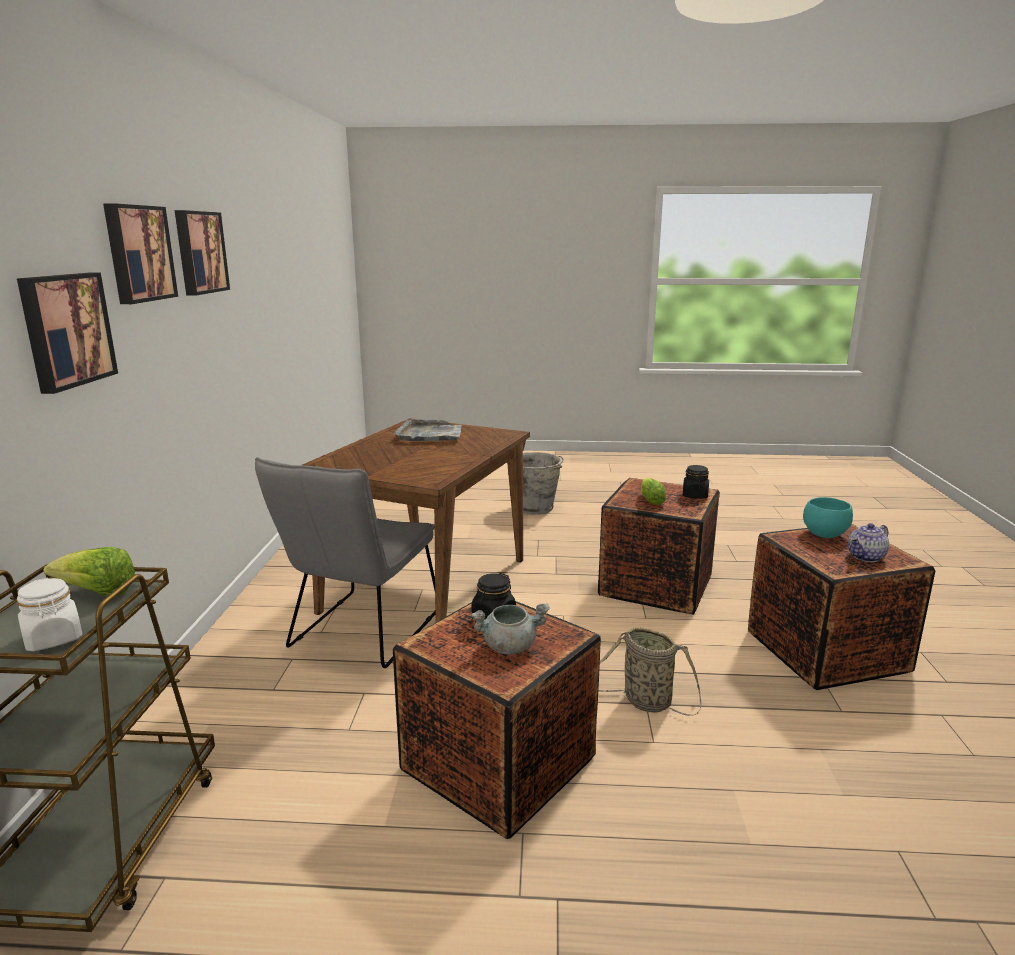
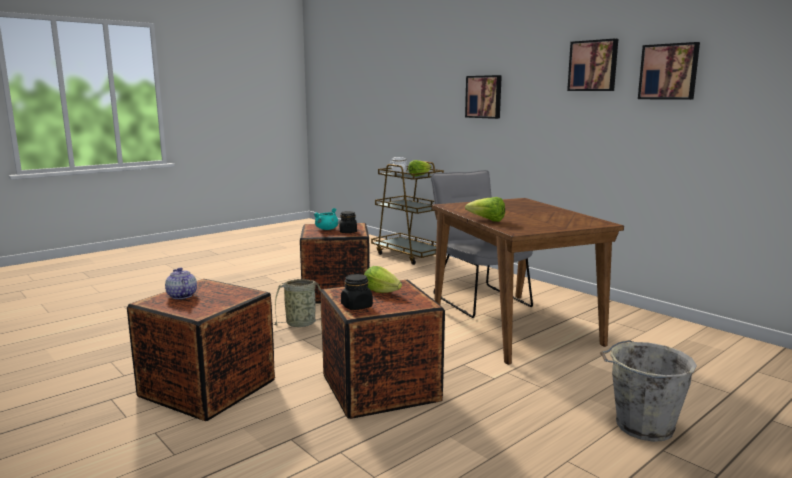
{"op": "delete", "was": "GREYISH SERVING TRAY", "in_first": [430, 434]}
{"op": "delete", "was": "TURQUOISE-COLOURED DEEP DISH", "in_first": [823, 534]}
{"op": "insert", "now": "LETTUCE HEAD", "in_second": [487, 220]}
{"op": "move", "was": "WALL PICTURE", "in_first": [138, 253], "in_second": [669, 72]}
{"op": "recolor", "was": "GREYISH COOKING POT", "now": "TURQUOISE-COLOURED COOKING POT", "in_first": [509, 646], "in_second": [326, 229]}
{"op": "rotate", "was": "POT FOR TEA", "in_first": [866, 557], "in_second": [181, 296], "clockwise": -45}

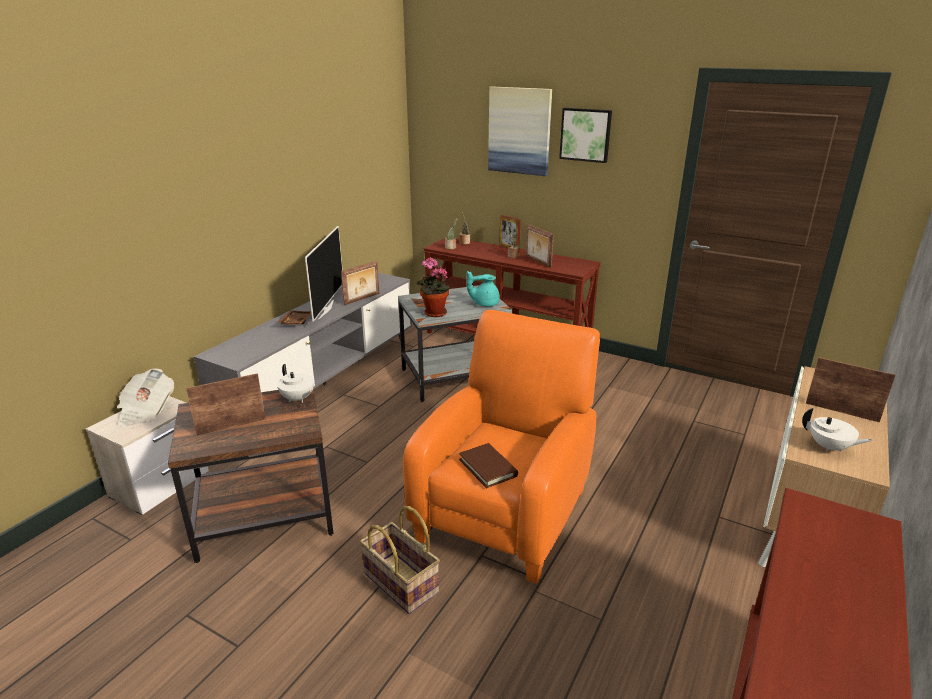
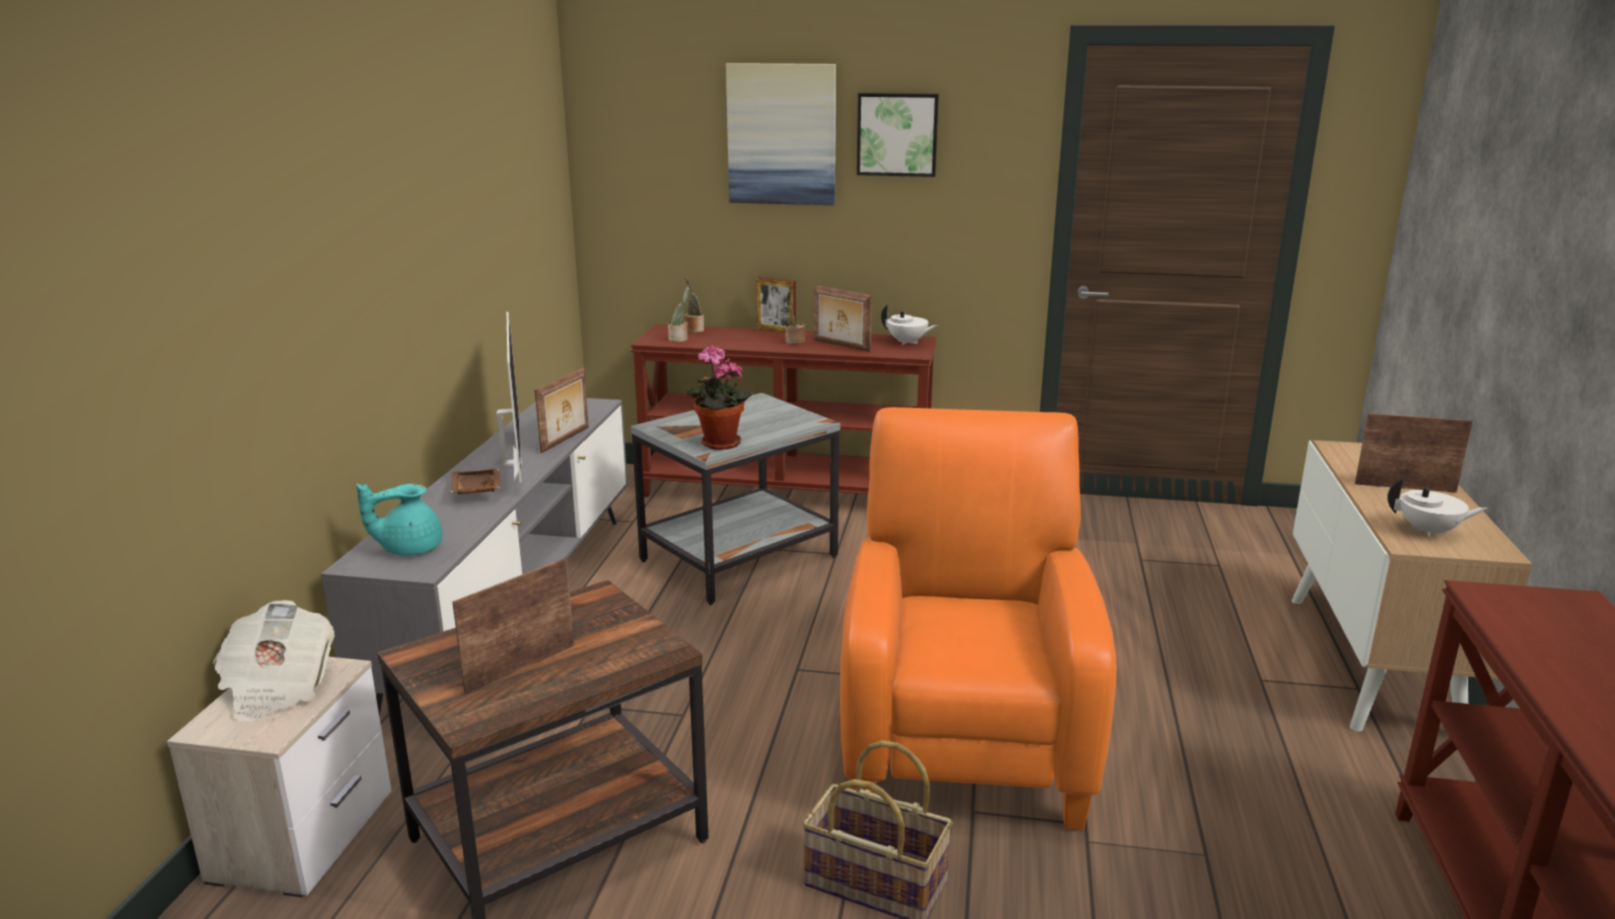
{"op": "delete", "was": "BROWN VOLUME", "in_first": [488, 468]}
{"op": "move", "was": "WHITE-COLOURED POT FOR TEA", "in_first": [297, 399], "in_second": [907, 342]}
{"op": "move", "was": "TURQUOISE-COLOURED POT FOR TEA", "in_first": [484, 303], "in_second": [409, 548]}

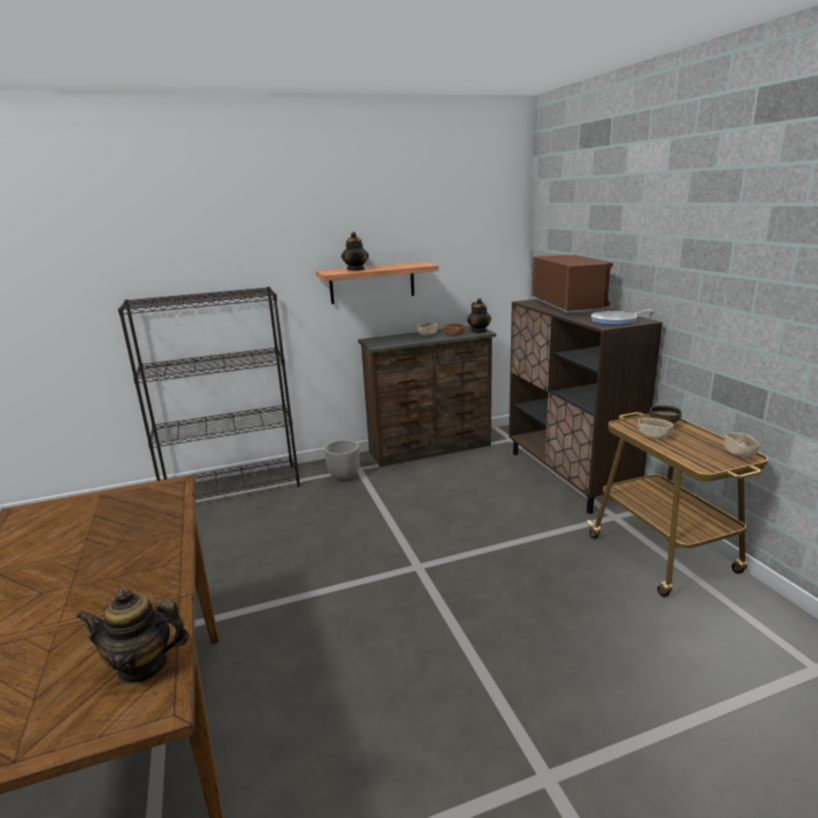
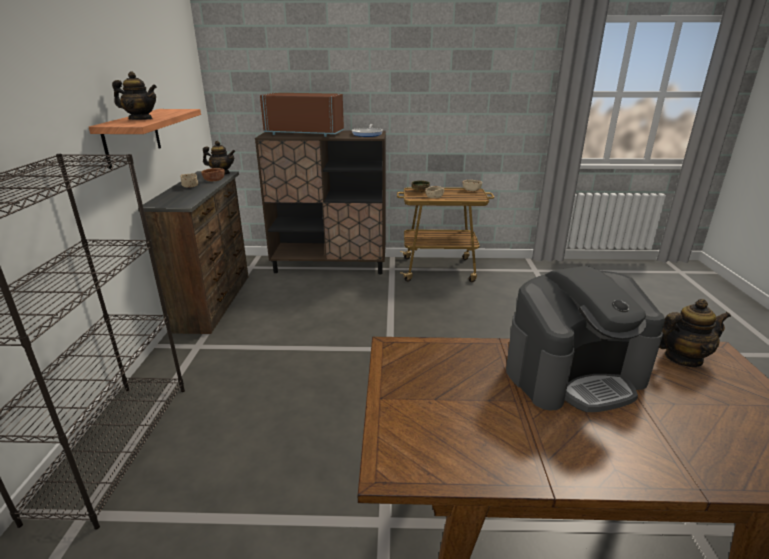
{"op": "delete", "was": "FLOWER POT", "in_first": [344, 476]}
{"op": "insert", "now": "COFFEE MACHINE", "in_second": [574, 374]}
{"op": "rotate", "was": "POT FOR TEA", "in_first": [143, 666], "in_second": [682, 358], "clockwise": -120}

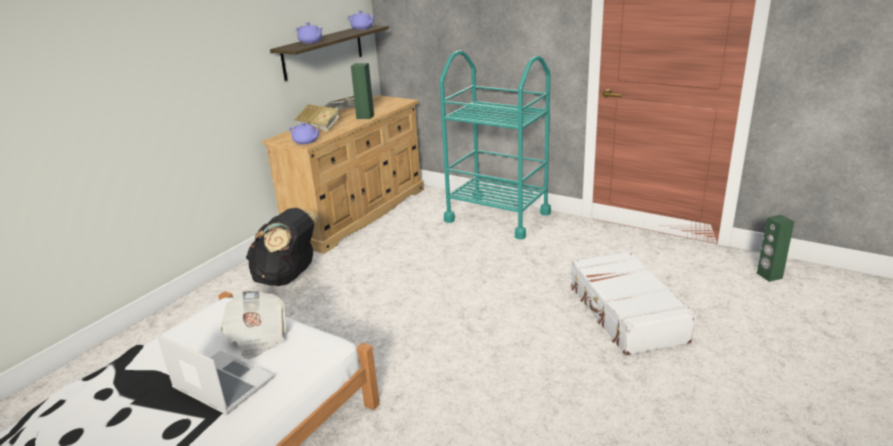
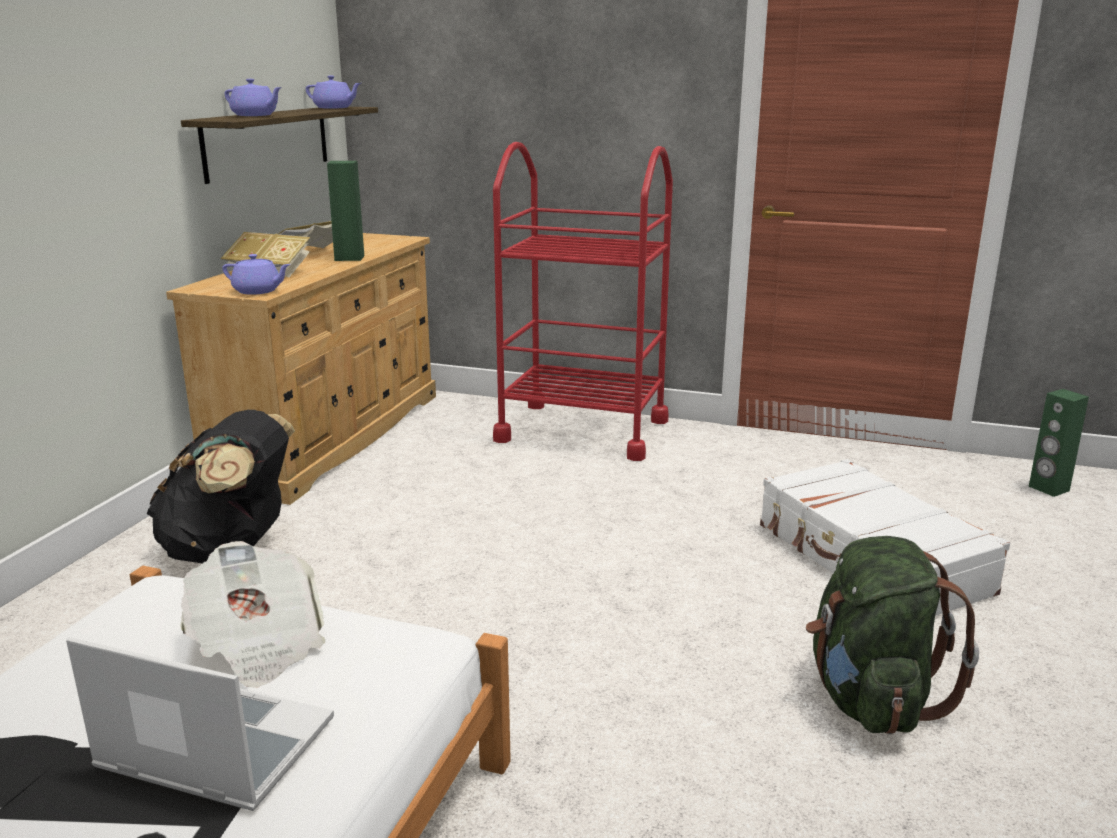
{"op": "insert", "now": "GREEN-COLOURED KNAPSACK", "in_second": [871, 699]}
{"op": "recolor", "was": "TURQUOISE-COLOURED WHEELED CART", "now": "REDDISH WHEELED CART", "in_first": [497, 217], "in_second": [582, 430]}

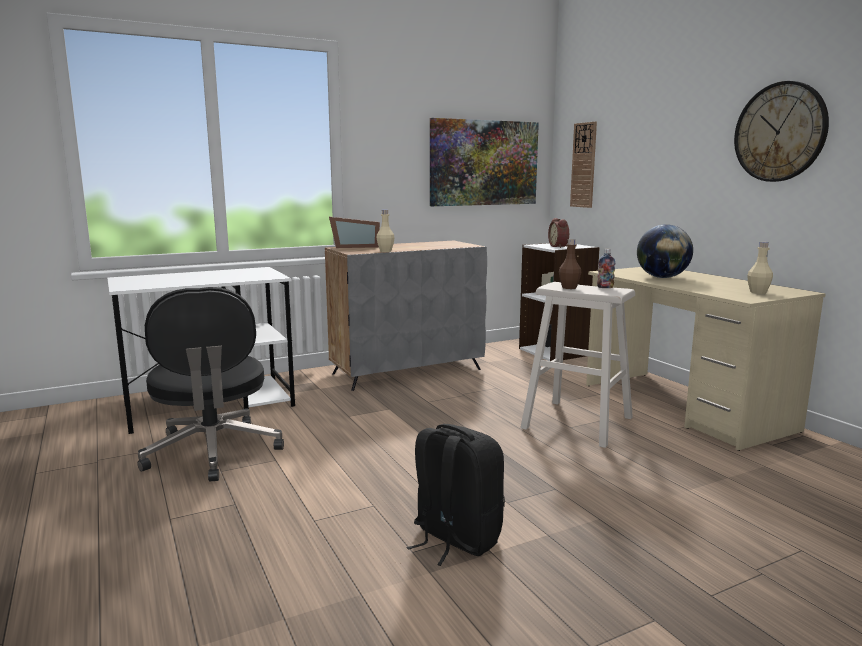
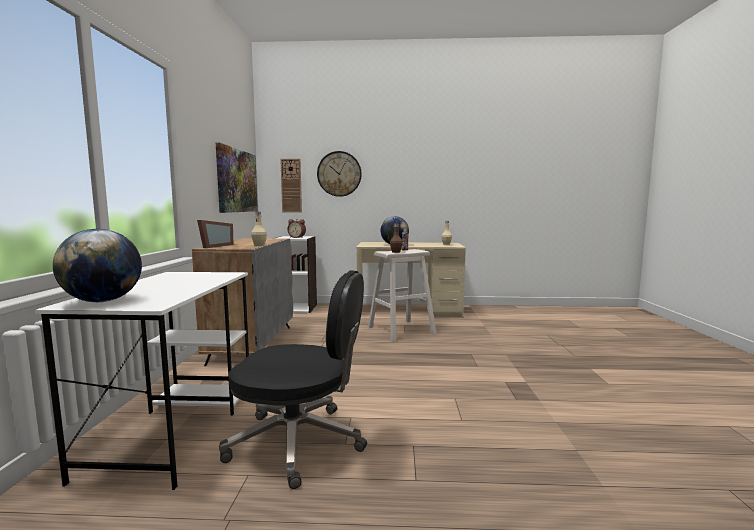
{"op": "delete", "was": "BLACK KNAPSACK", "in_first": [455, 539]}
{"op": "insert", "now": "DESK GLOBE", "in_second": [103, 301]}
{"op": "move", "was": "WALL CLOCK", "in_first": [780, 132], "in_second": [339, 174]}

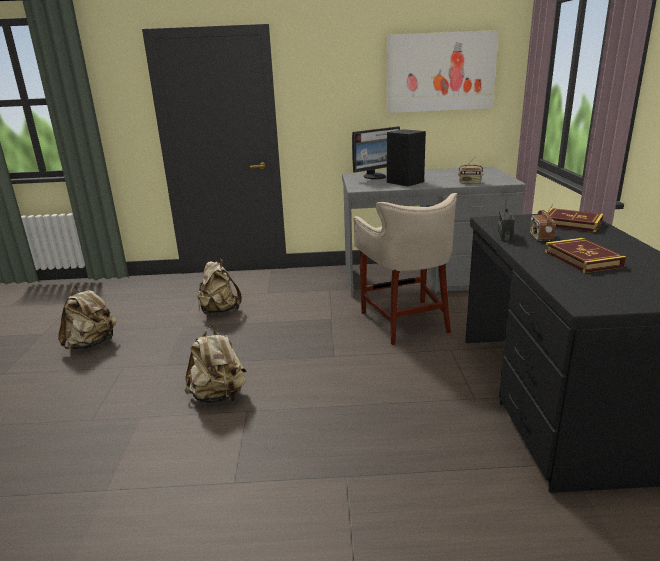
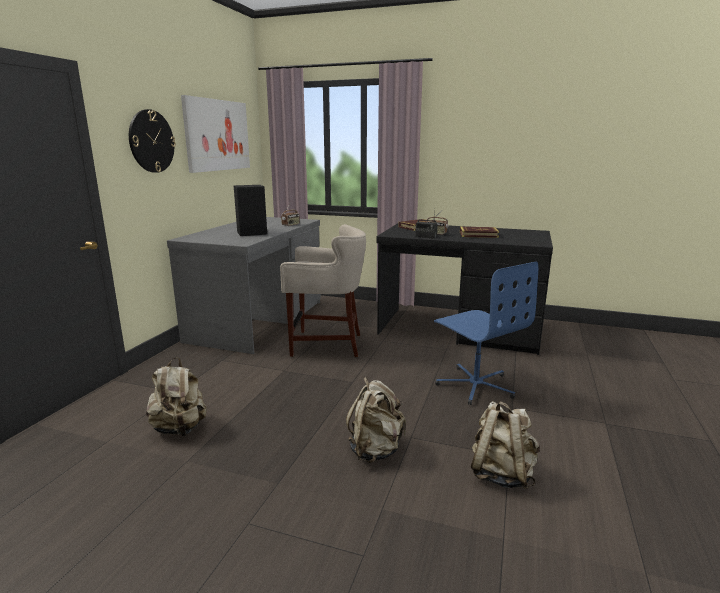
{"op": "delete", "was": "COMPUTER SCREEN", "in_first": [375, 176]}
{"op": "insert", "now": "WALL CLOCK", "in_second": [151, 141]}
{"op": "insert", "now": "BLUE-COLOURED OFFICE CHAIR", "in_second": [475, 385]}
{"op": "move", "was": "BEIGE-COLOURED KNAPSACK", "in_first": [92, 344], "in_second": [501, 474]}

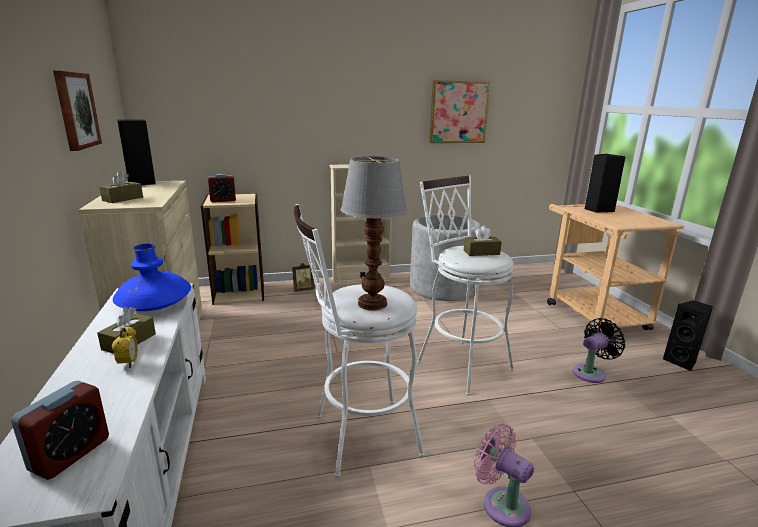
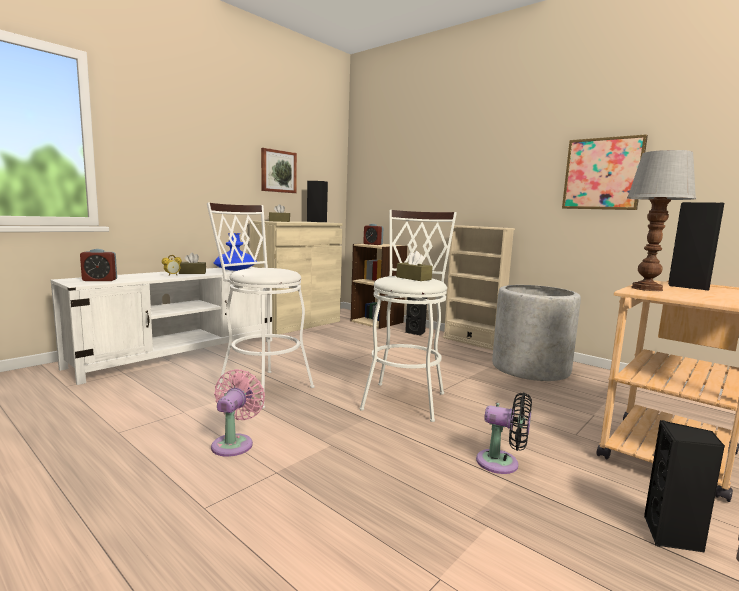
{"op": "move", "was": "LAMP FOR A TABLE", "in_first": [371, 303], "in_second": [646, 288]}
{"op": "replace", "was": "STANDING FRAME", "now": "BLACK SPEAKER", "in_first": [303, 290], "in_second": [416, 332]}

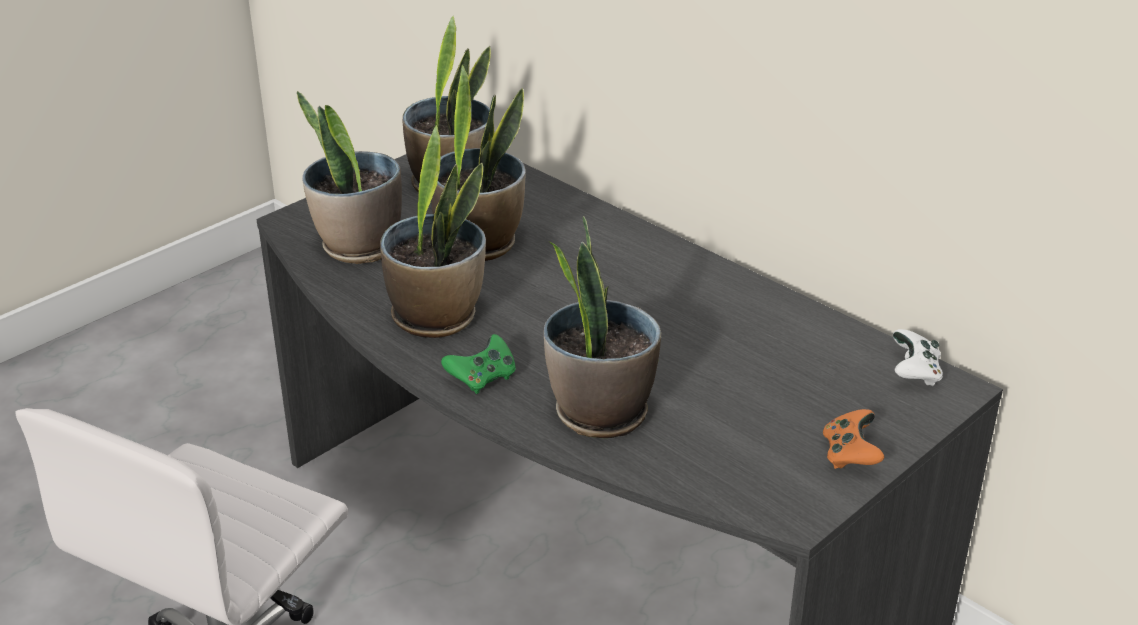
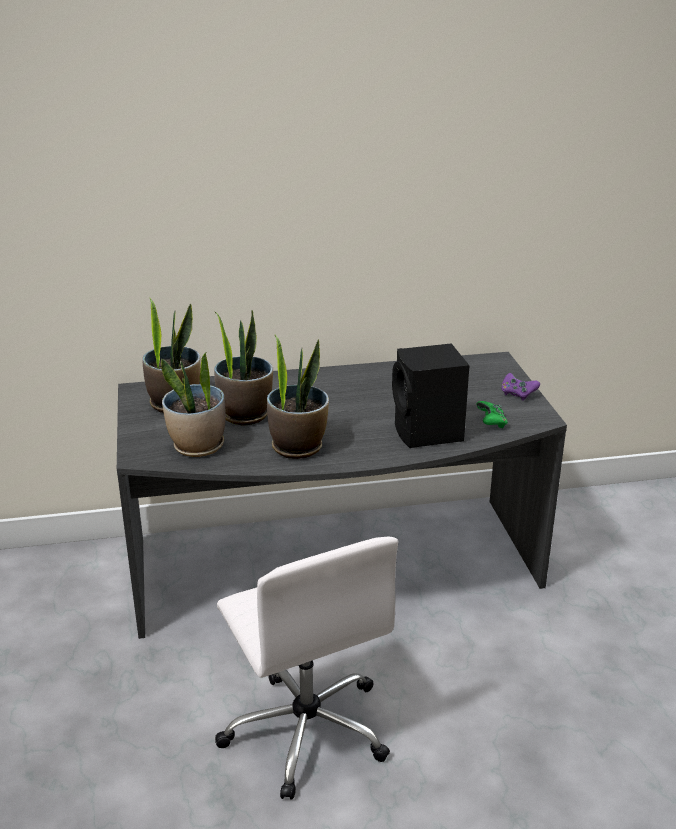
{"op": "delete", "was": "WHITE-COLOURED GAME CONTROLLER", "in_first": [915, 373]}
{"op": "move", "was": "GREEN-COLOURED GAME CONTROLLER", "in_first": [482, 379], "in_second": [491, 423]}
{"op": "replace", "was": "PLANT IN A POT", "now": "BLACK SPEAKER", "in_first": [599, 412], "in_second": [428, 434]}
{"op": "recolor", "was": "ORANGE-COLOURED GAME CONTROLLER", "now": "PURPLISH GAME CONTROLLER", "in_first": [850, 455], "in_second": [517, 394]}

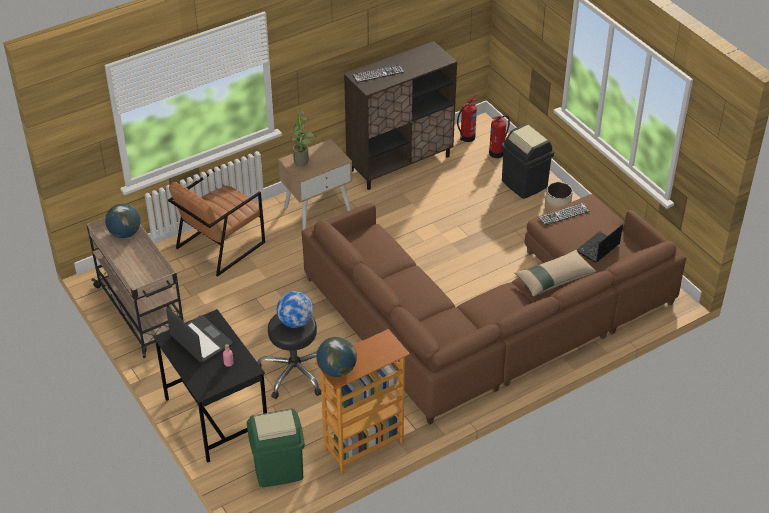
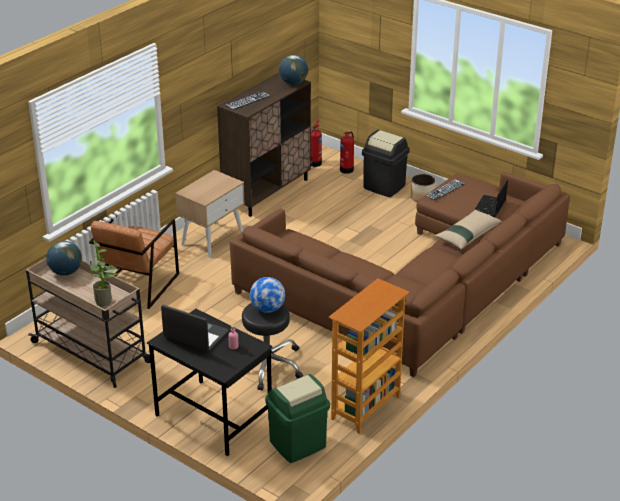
{"op": "move", "was": "PLANT IN A POT", "in_first": [303, 162], "in_second": [106, 301]}
{"op": "move", "was": "DESK GLOBE", "in_first": [337, 370], "in_second": [293, 83]}

